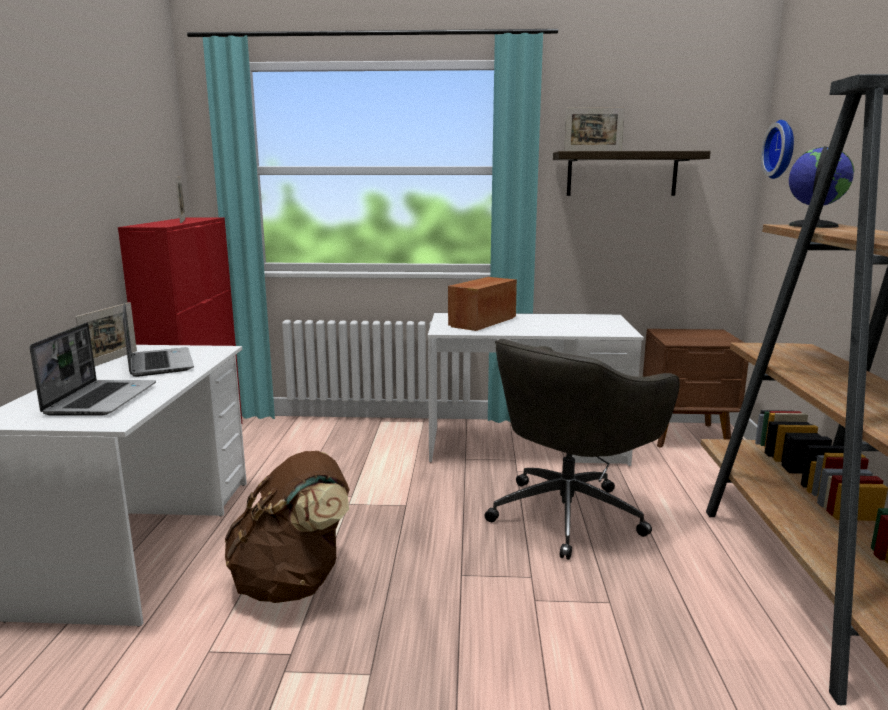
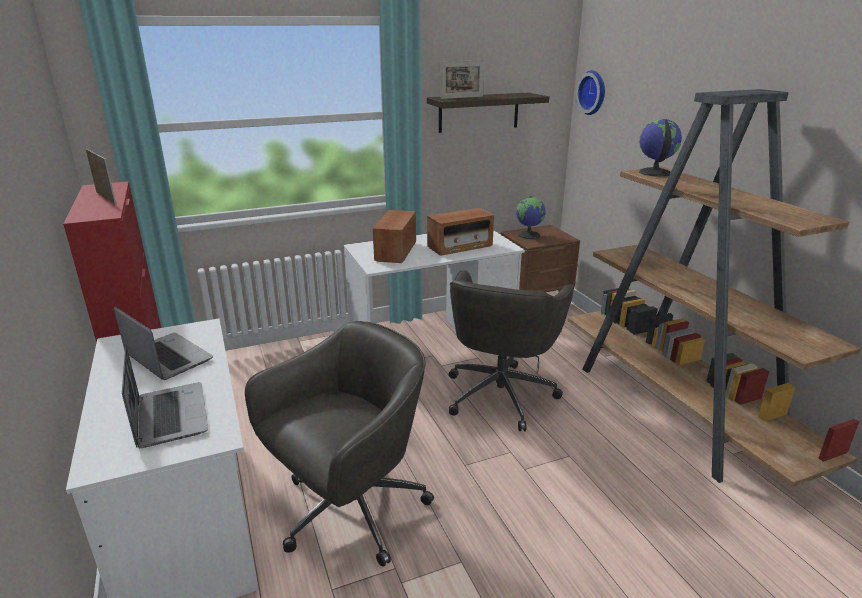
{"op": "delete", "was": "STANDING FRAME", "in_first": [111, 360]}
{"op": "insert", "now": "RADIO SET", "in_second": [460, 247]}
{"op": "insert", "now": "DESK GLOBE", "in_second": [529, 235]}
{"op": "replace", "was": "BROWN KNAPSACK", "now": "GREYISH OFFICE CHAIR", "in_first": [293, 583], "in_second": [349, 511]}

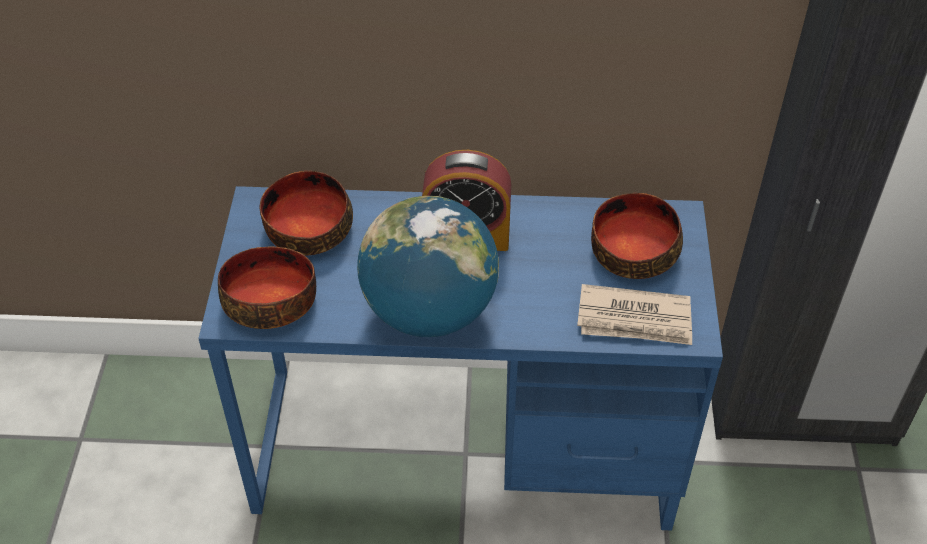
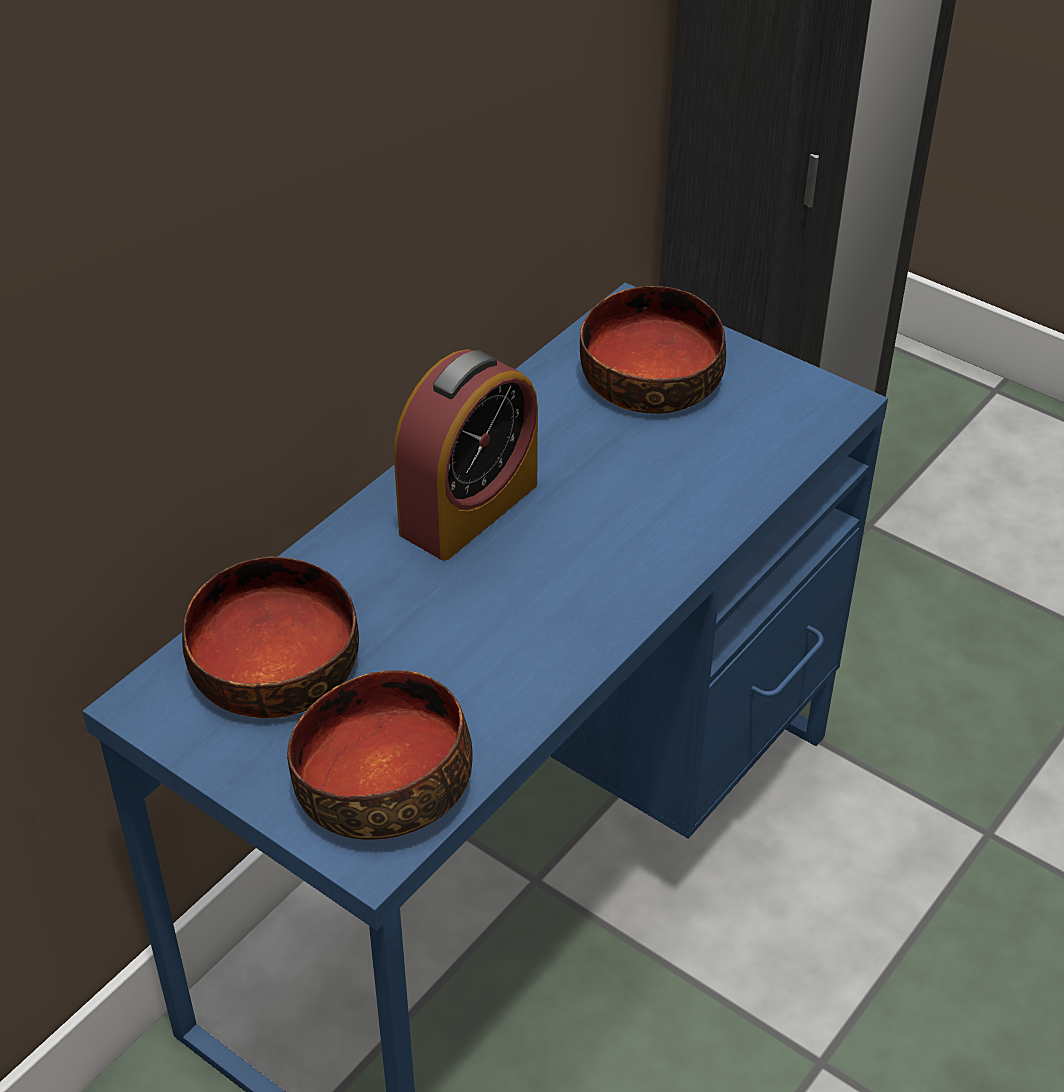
{"op": "delete", "was": "DESK GLOBE", "in_first": [429, 312]}
{"op": "delete", "was": "DAILY PAPER", "in_first": [635, 319]}

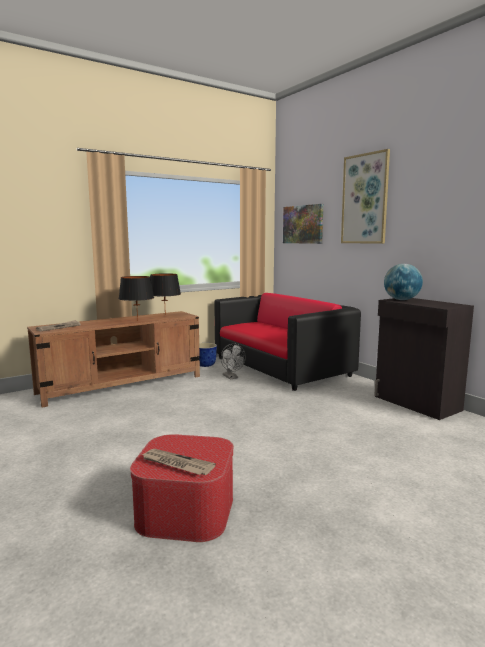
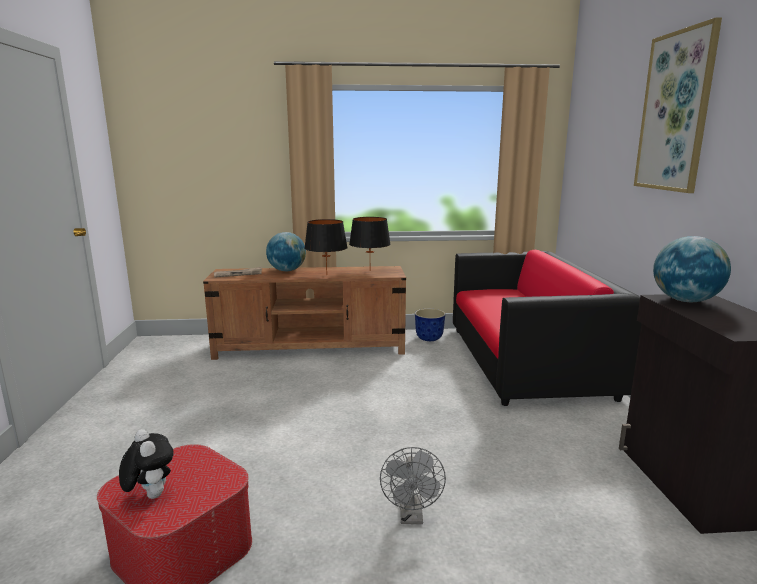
{"op": "delete", "was": "WALL PICTURE", "in_first": [303, 224]}
{"op": "insert", "now": "DESK GLOBE", "in_second": [287, 270]}
{"op": "move", "was": "GREYISH FAN", "in_first": [232, 377], "in_second": [412, 516]}
{"op": "replace", "was": "DAILY PAPER", "now": "SOFT TOY", "in_first": [176, 464], "in_second": [150, 495]}

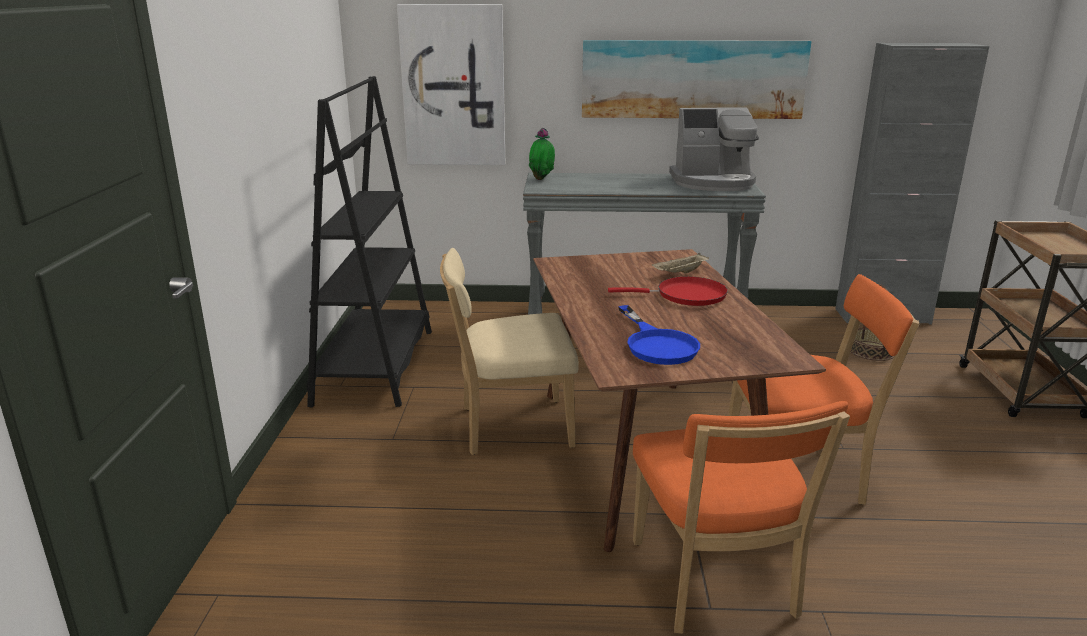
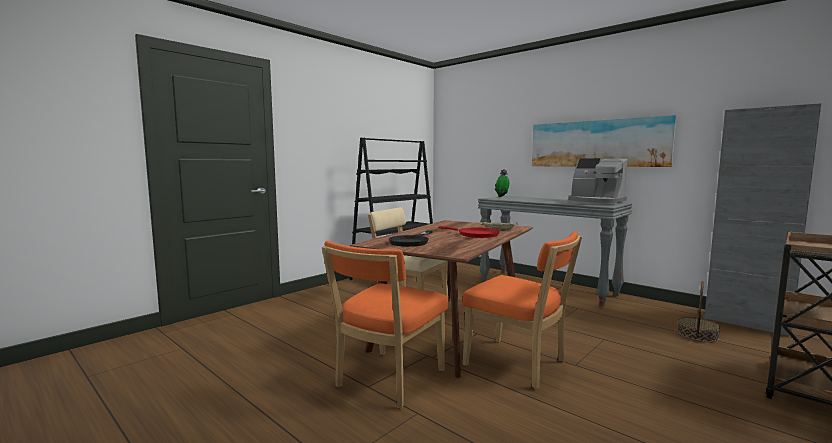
{"op": "delete", "was": "WALL PICTURE", "in_first": [453, 86]}
{"op": "recolor", "was": "BLUE-COLOURED FRYING PAN", "now": "BLACK FRYING PAN", "in_first": [657, 344], "in_second": [412, 241]}

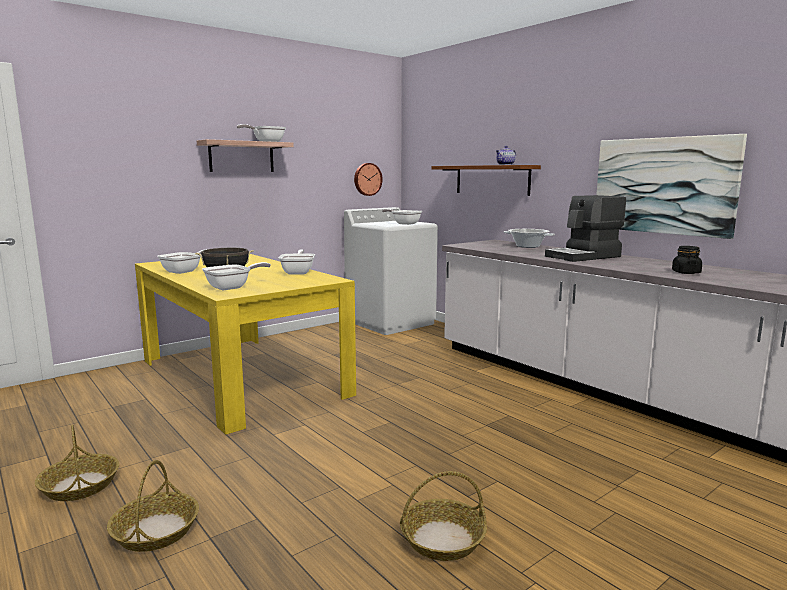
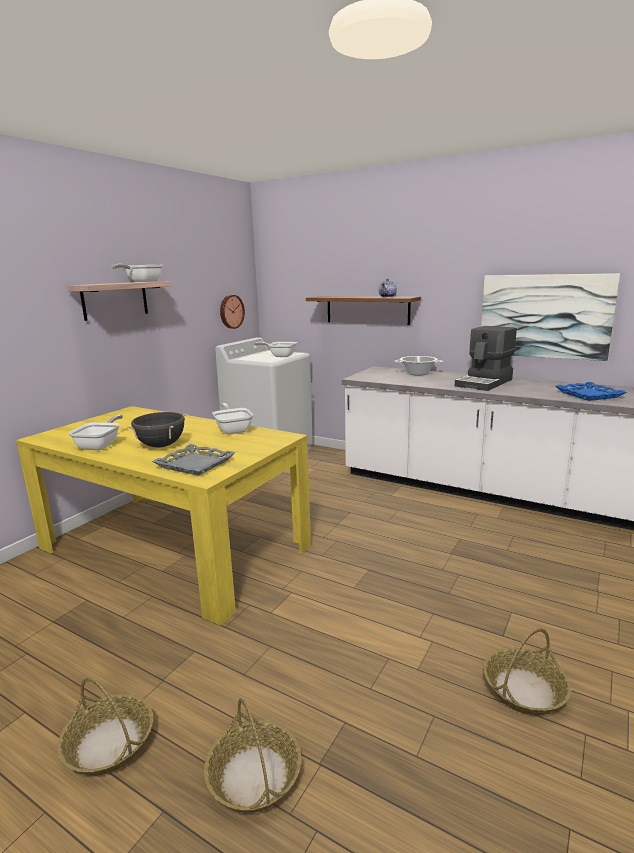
{"op": "replace", "was": "FRYING PAN", "now": "GREYISH SERVING TRAY", "in_first": [232, 287], "in_second": [195, 464]}
{"op": "replace", "was": "BLACK PRESERVE JAR", "now": "BLUE-COLOURED SERVING TRAY", "in_first": [686, 272], "in_second": [589, 395]}

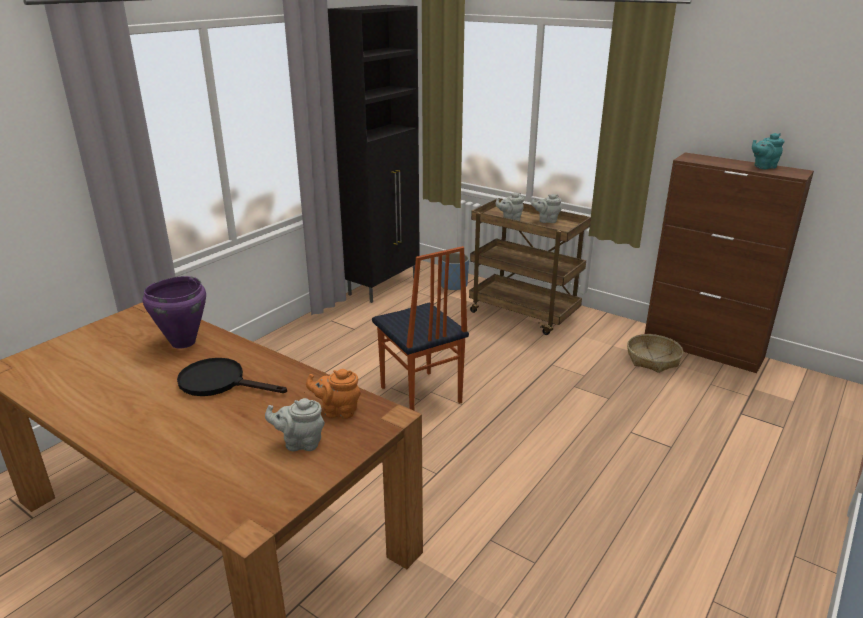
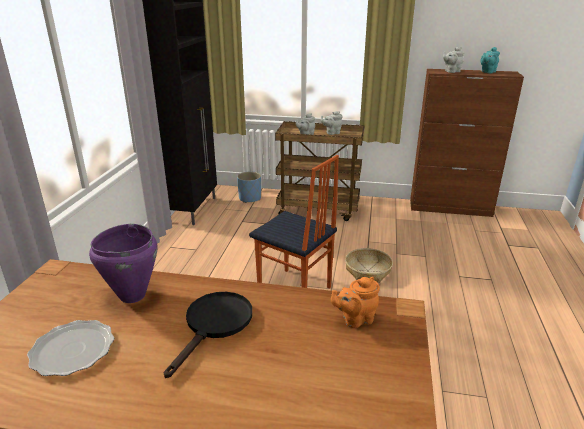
{"op": "insert", "now": "DINNER PLATE", "in_second": [73, 350]}
{"op": "move", "was": "GREYISH POT FOR TEA", "in_first": [300, 443], "in_second": [451, 71]}
{"op": "move", "was": "STORAGE BASKET", "in_first": [652, 359], "in_second": [367, 271]}
{"op": "rotate", "was": "BLACK FRYING PAN", "in_first": [220, 382], "in_second": [215, 325], "clockwise": 120}

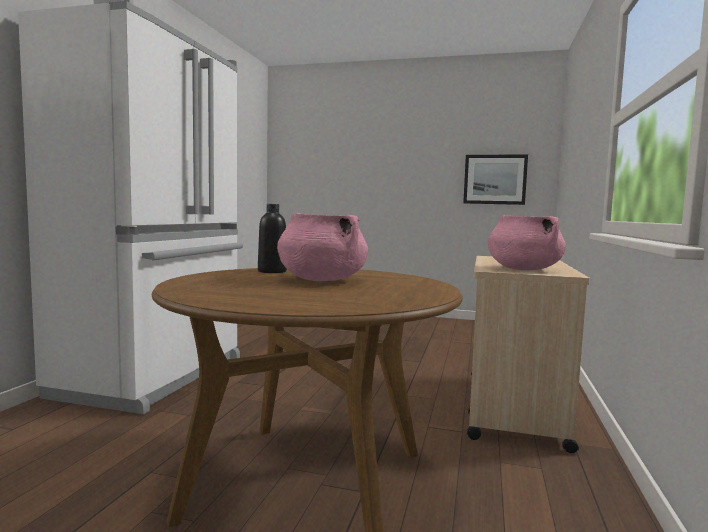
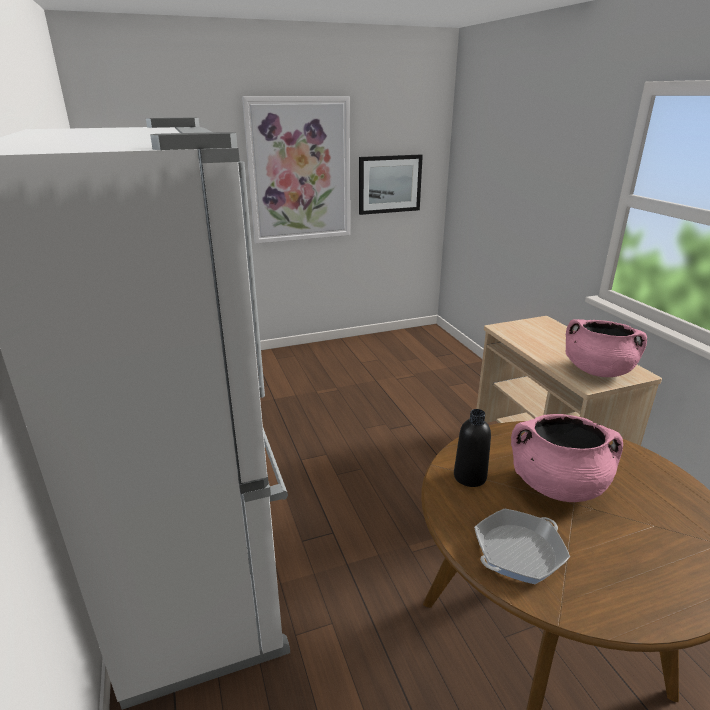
{"op": "insert", "now": "WALL PICTURE", "in_second": [299, 171]}
{"op": "insert", "now": "FRYING PAN", "in_second": [518, 551]}

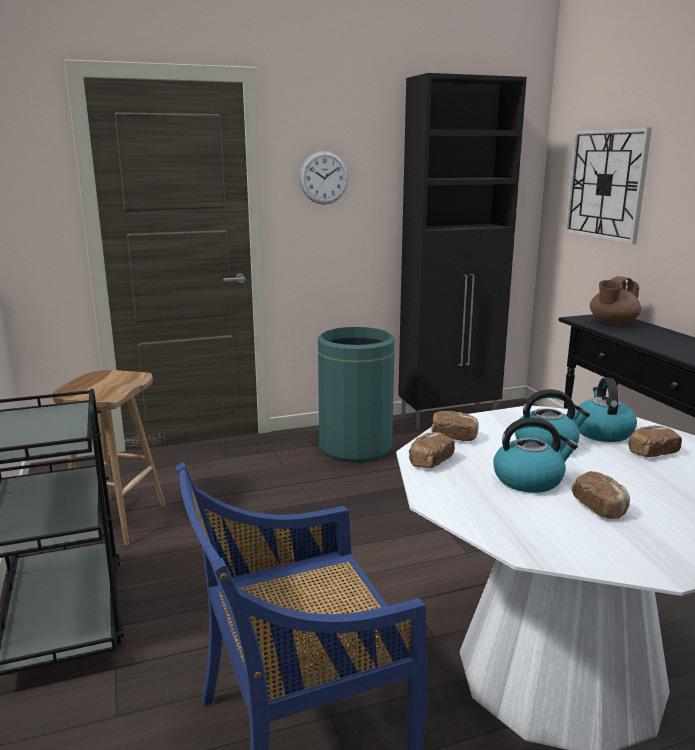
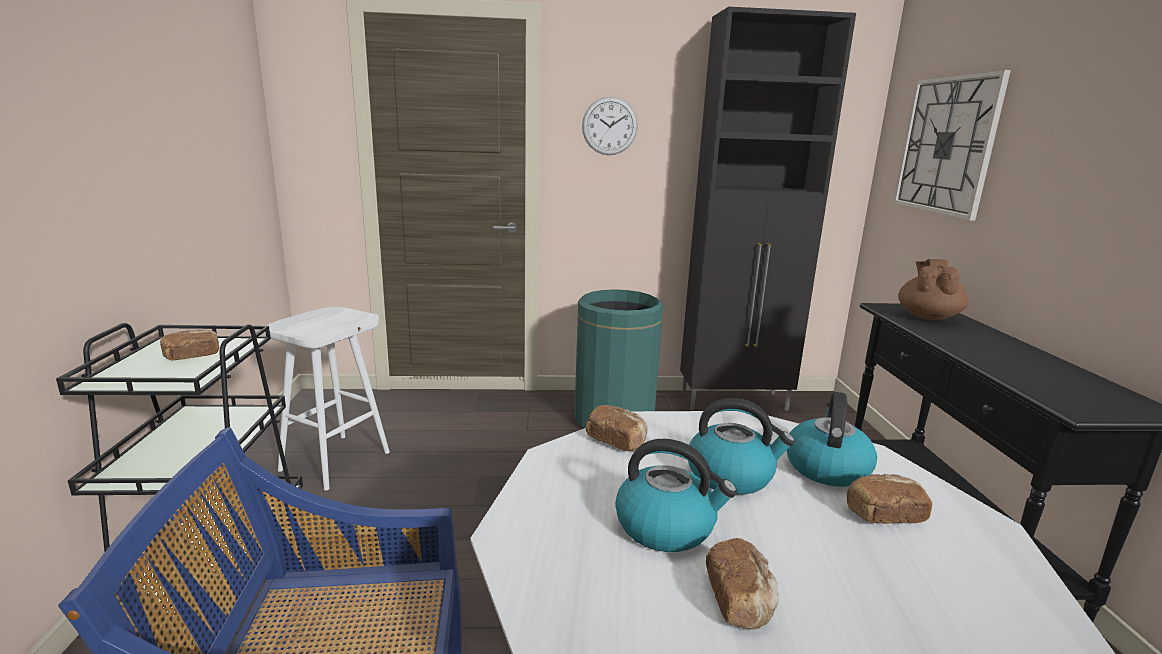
{"op": "move", "was": "BAKED BREAD", "in_first": [429, 461], "in_second": [192, 356]}
{"op": "recolor", "was": "BROWN STOOL", "now": "WHITE-COLOURED STOOL", "in_first": [117, 519], "in_second": [335, 460]}
{"op": "rotate", "was": "BROWN POT FOR TEA", "in_first": [612, 323], "in_second": [927, 317], "clockwise": 135}

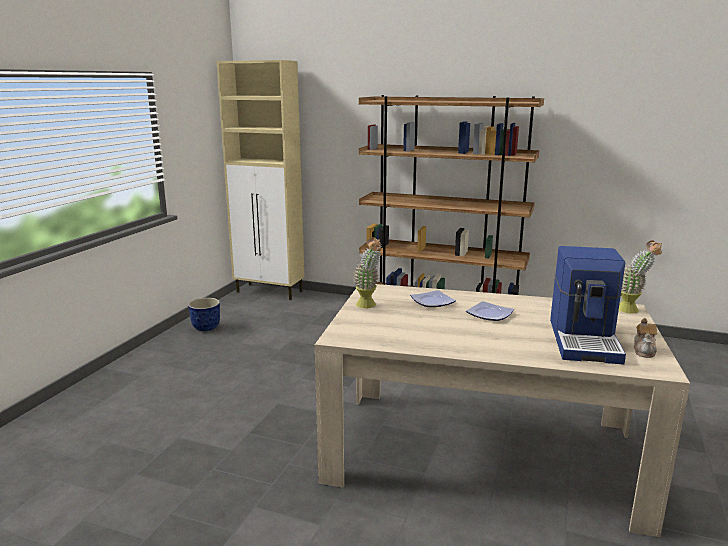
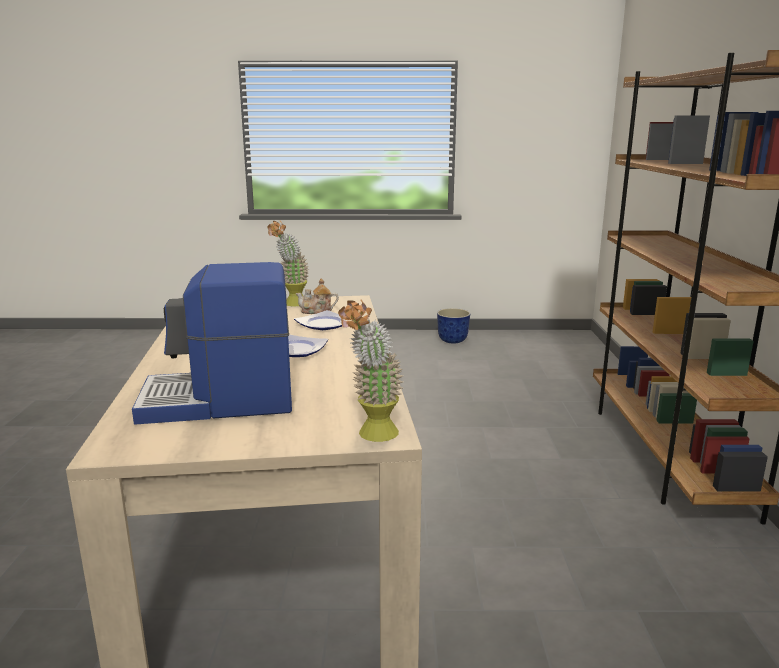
{"op": "delete", "was": "BEIGE-COLOURED CABINET", "in_first": [270, 292]}
{"op": "move", "was": "POT FOR TEA", "in_first": [644, 351], "in_second": [317, 311]}

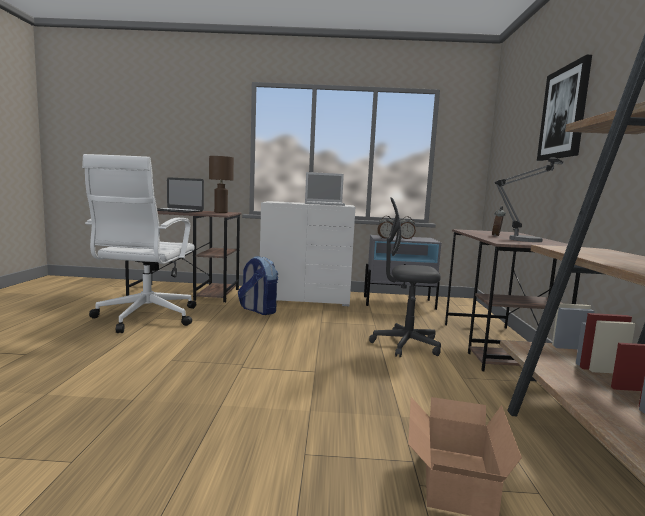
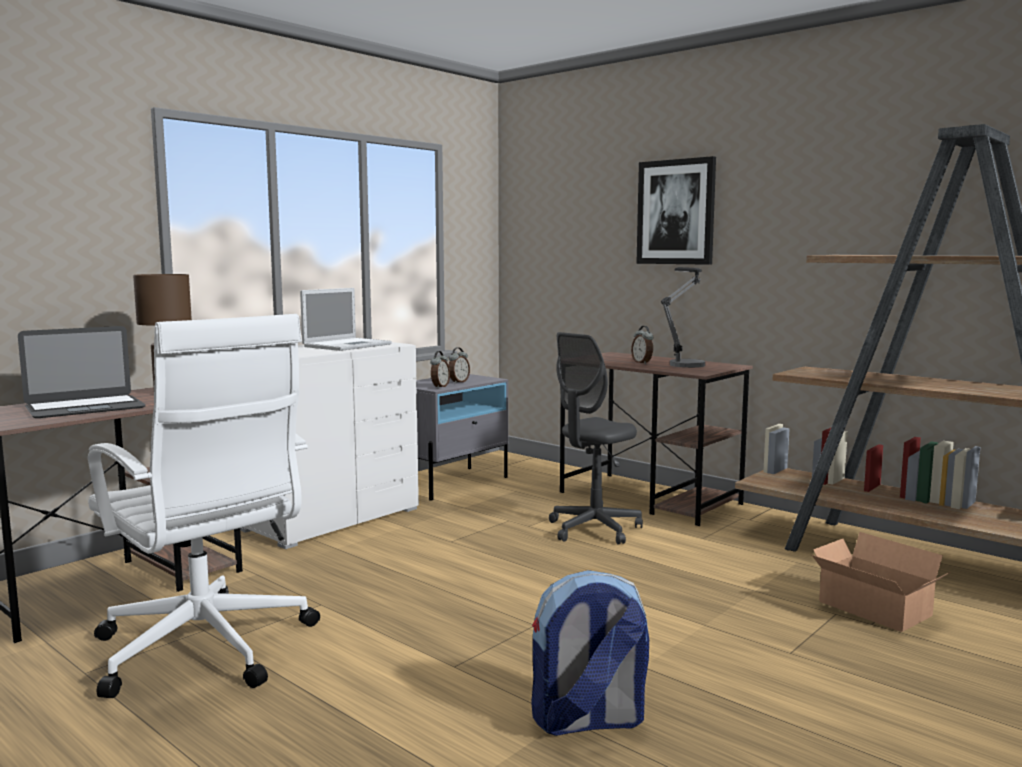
{"op": "move", "was": "KNAPSACK", "in_first": [258, 310], "in_second": [588, 721]}

